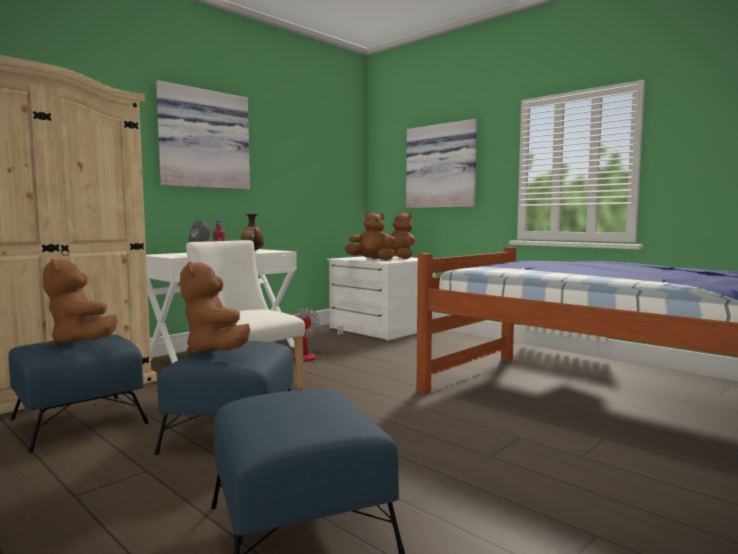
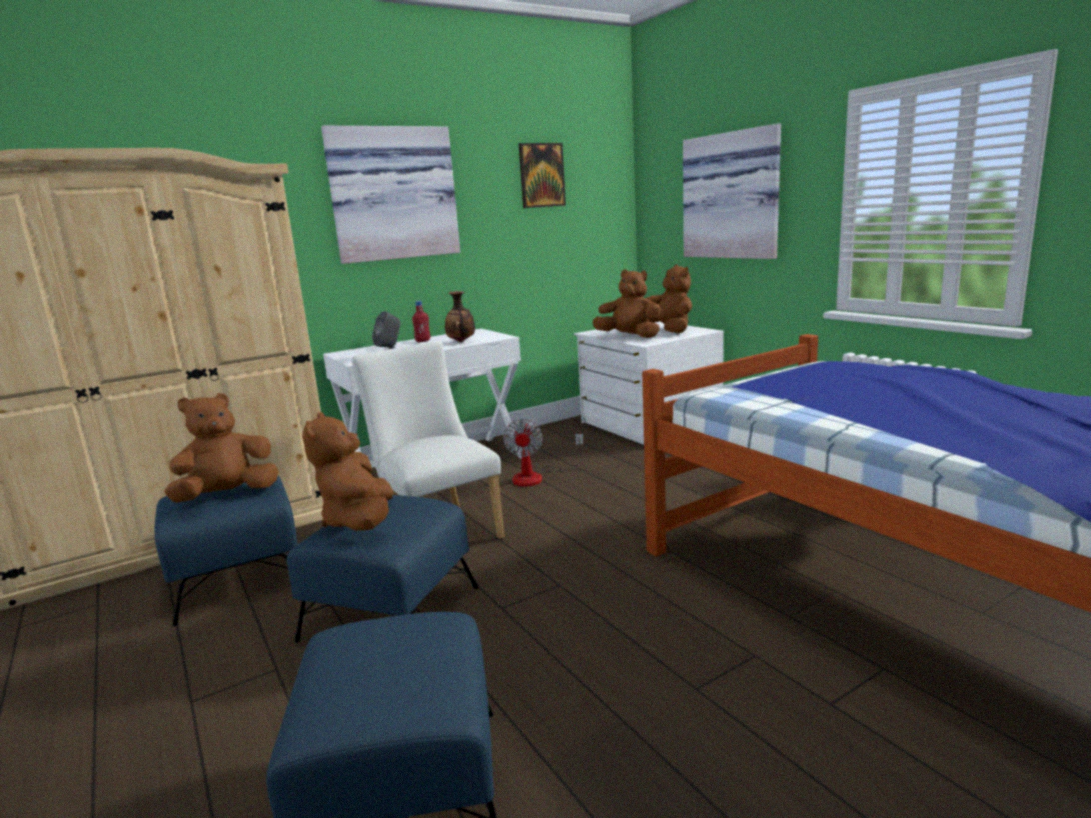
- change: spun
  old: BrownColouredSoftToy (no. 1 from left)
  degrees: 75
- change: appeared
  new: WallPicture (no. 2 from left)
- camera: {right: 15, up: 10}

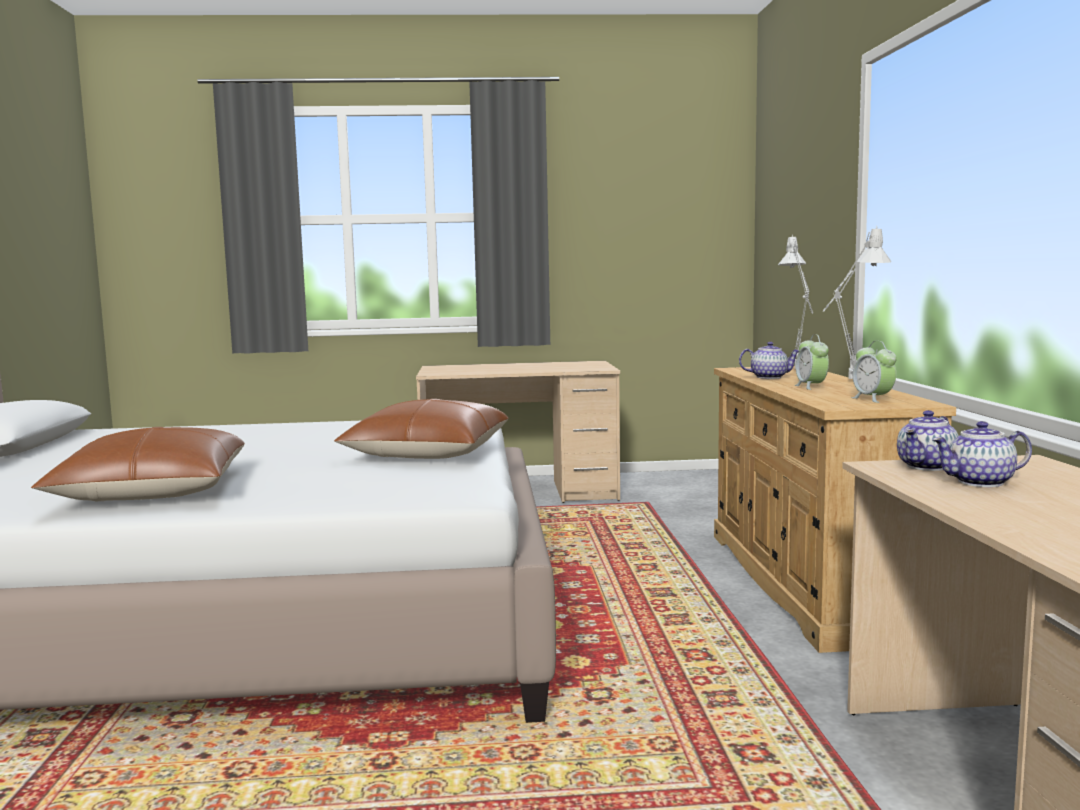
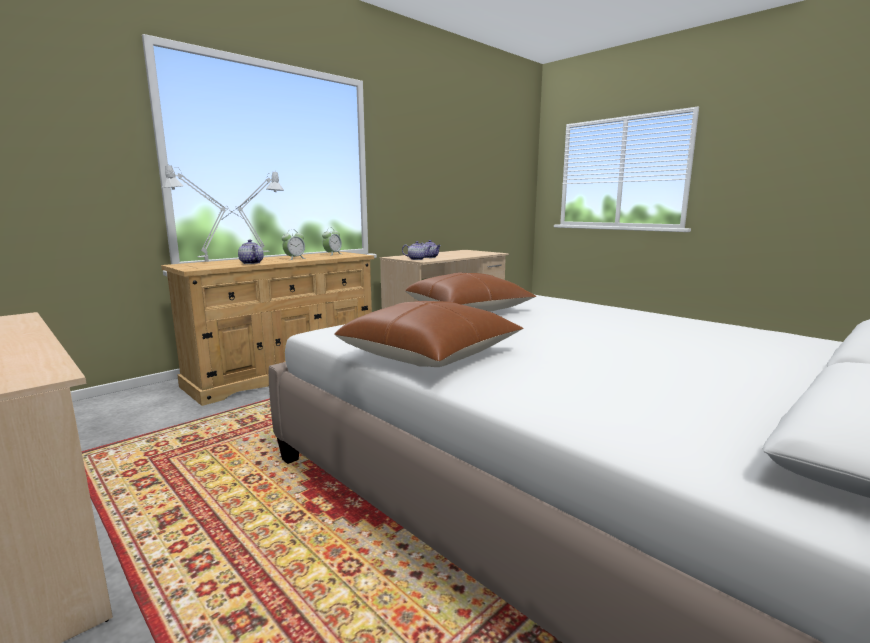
- change: relocated
  old: BrownColouredPillow (no. 1 from left)
- camera: {right: -130, up: 5}

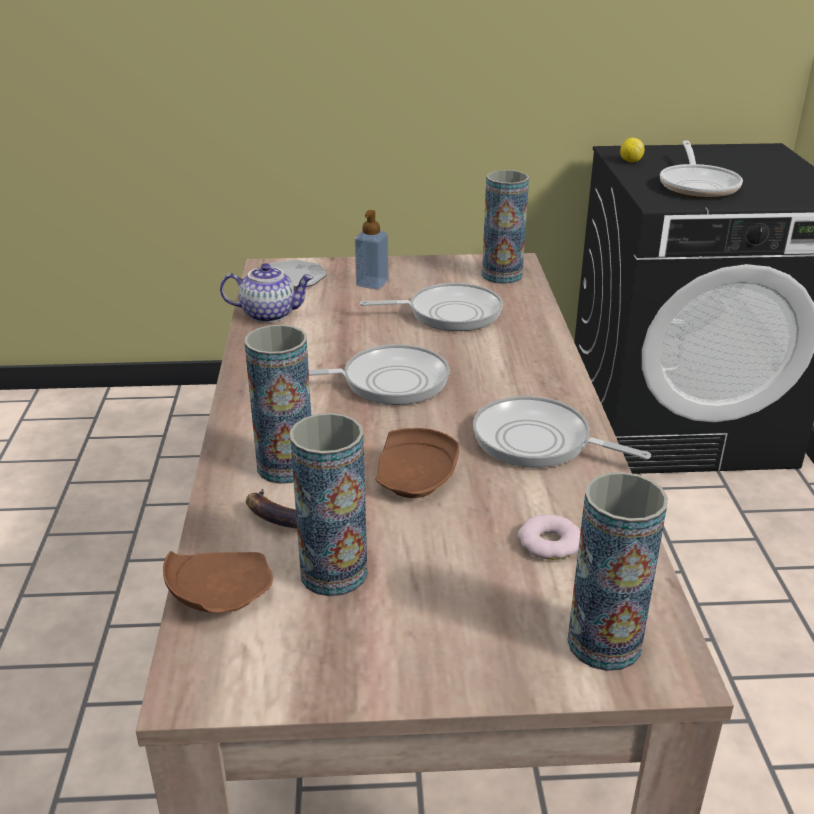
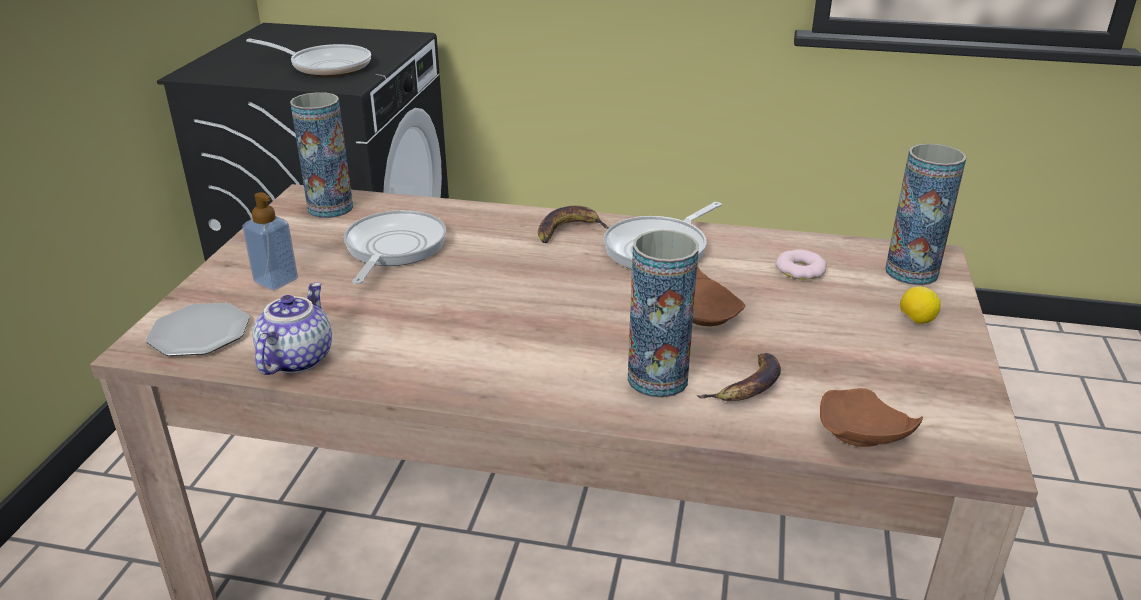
- change: relocated
  old: CitrusFruit
- change: missing
  old: Skillet (no. 1 from left)
- change: missing
  old: Vase (no. 2 from left)
- change: appeared
  new: WholeBanana (no. 1 from left)
- camera: {right: -75, up: 0}

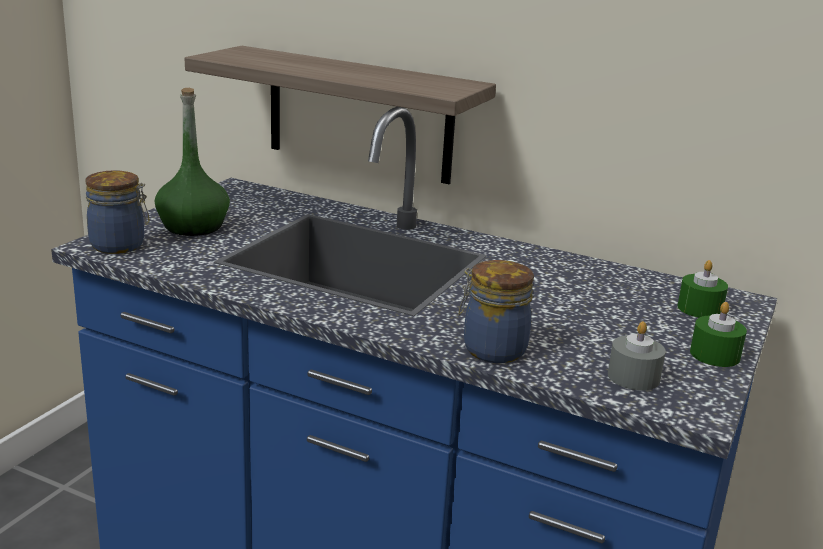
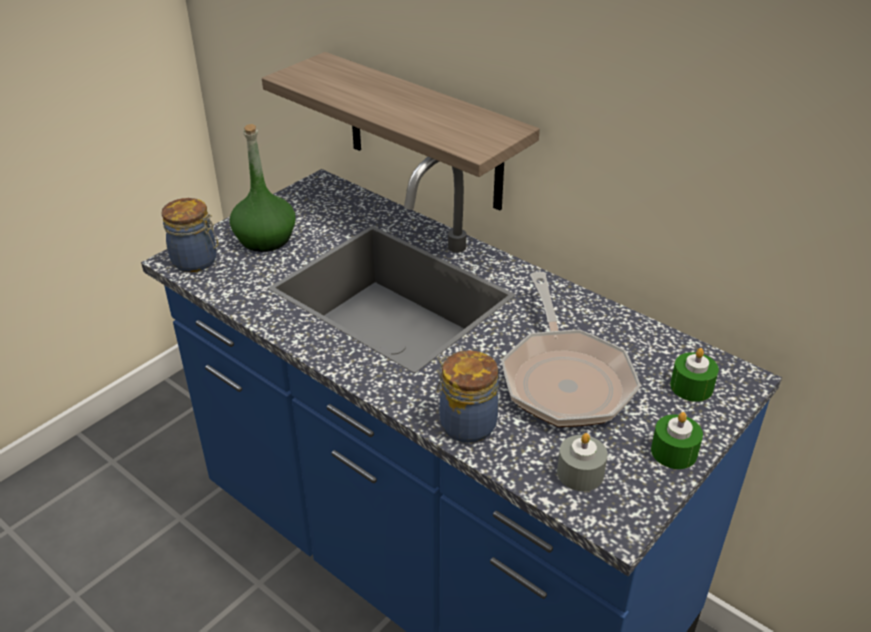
- change: appeared
  new: Skillet
- camera: {right: 15, up: 15}

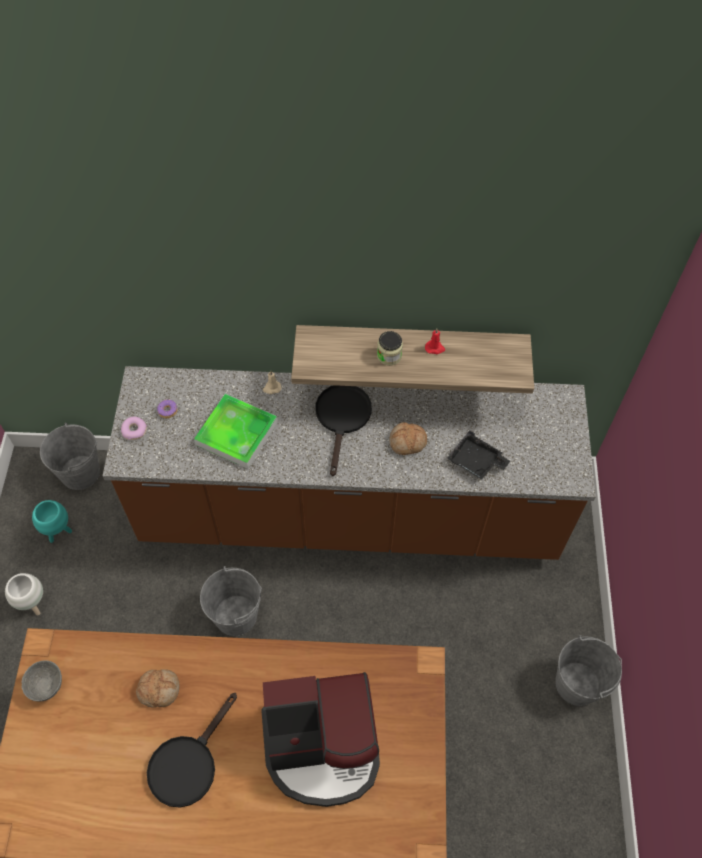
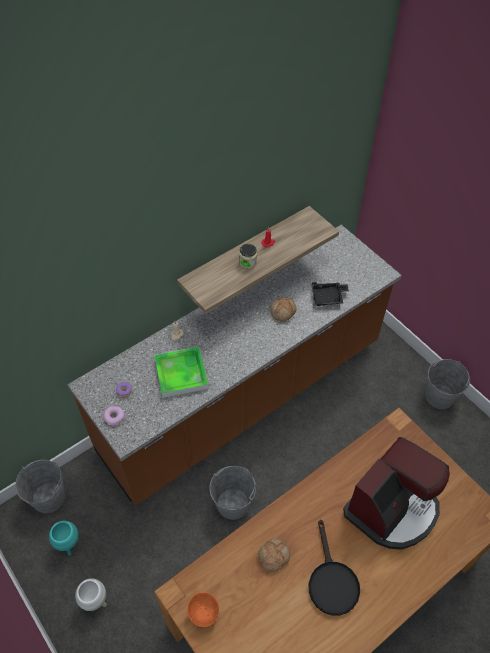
- change: missing
  old: BlackishSkillet (no. 2 from left)
- change: colour
  old: GreyServingBowl
  new: OrangeServingBowl
- camera: {right: -40, up: -5}

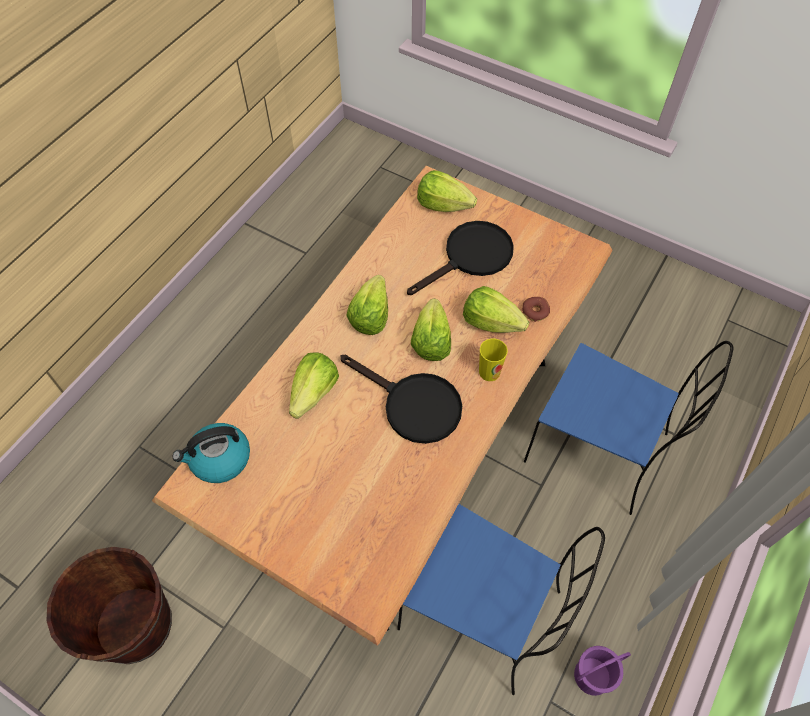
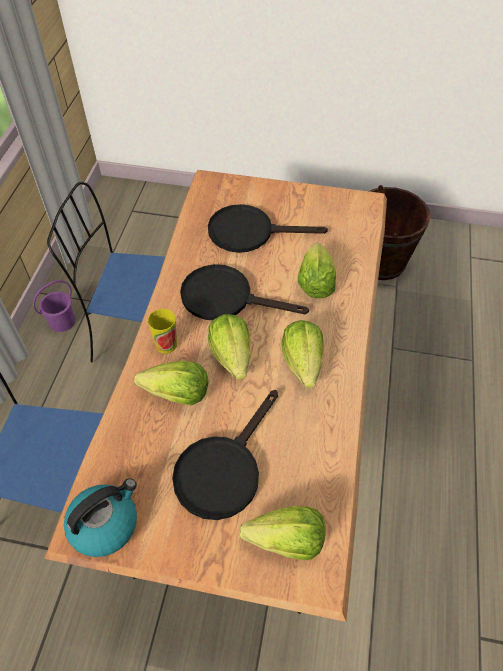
- change: missing
  old: RingDoughnut
- change: relocated
  old: WaterKettle
- change: appeared
  new: BlackishSkillet (no. 3 from left)
- camera: {right: 160, up: -5}

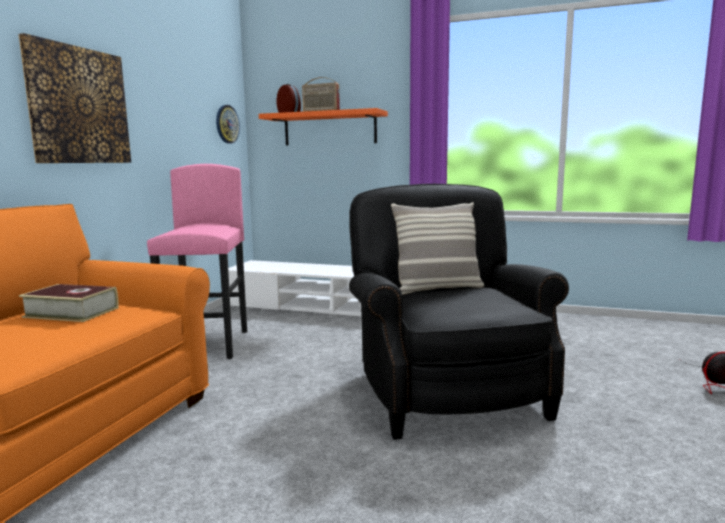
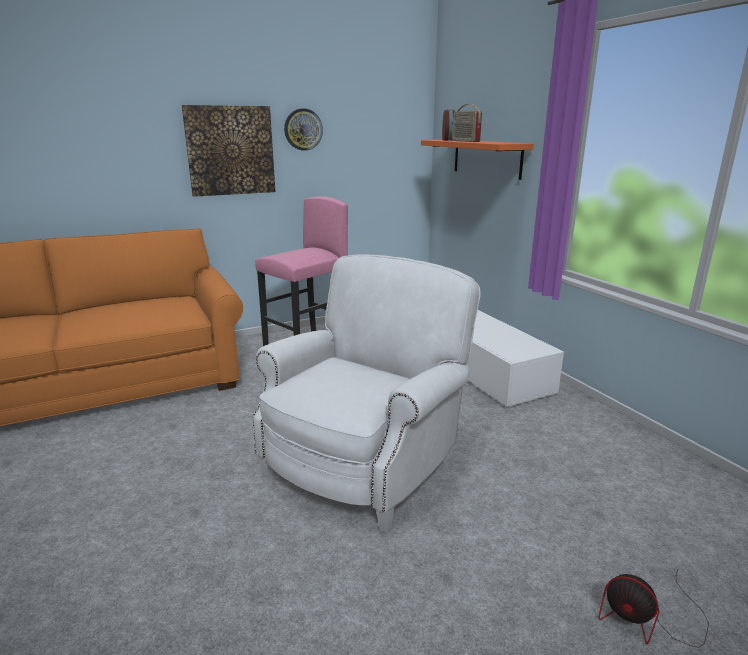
- change: relocated
  old: HangingClock
- change: colour
  old: BlackishEasyChair
  new: WhiteEasyChair
- change: missing
  old: Pillow
- change: missing
  old: Volume
- camera: {right: 45, up: 10}

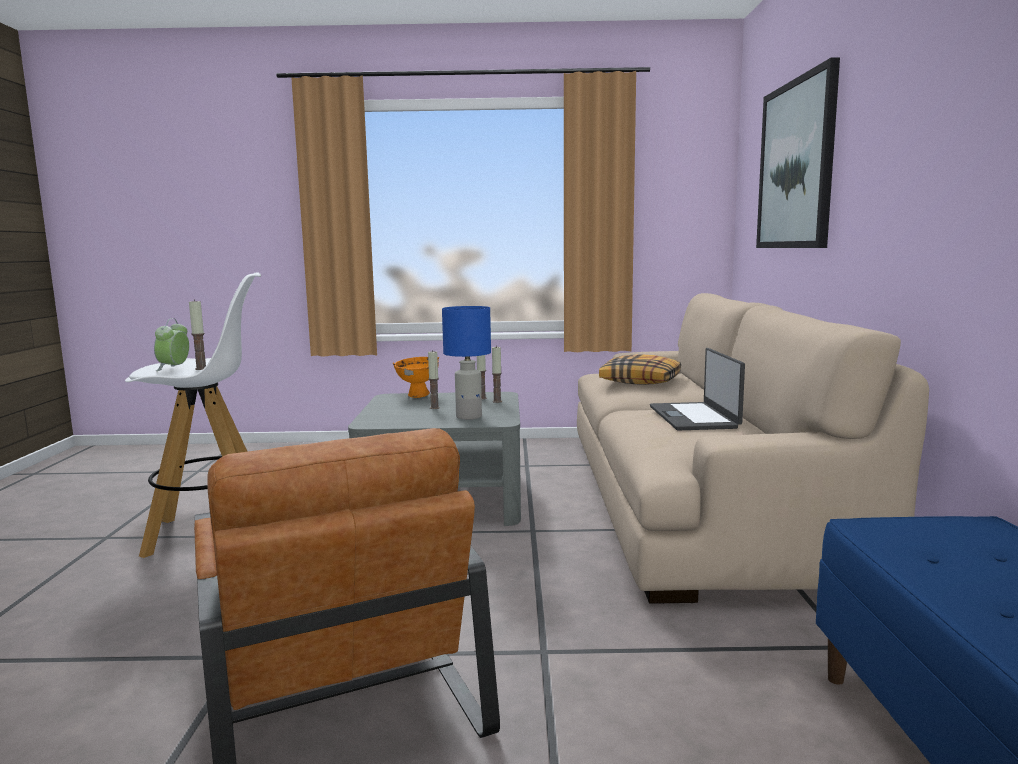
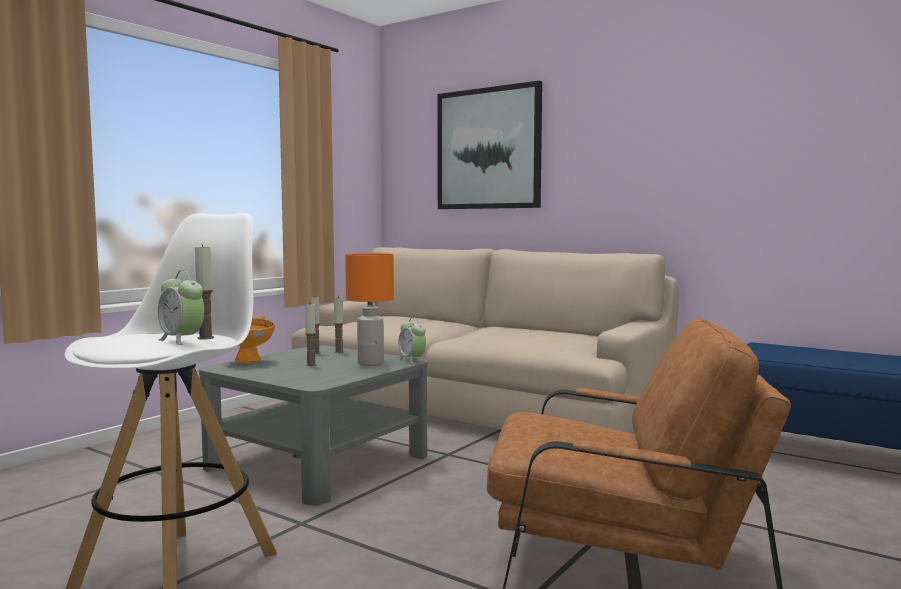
- change: colour
  old: BlueColouredLampForATable
  new: OrangeLampForATable
- change: missing
  old: NotebookComputer
- change: missing
  old: Pillow
- change: appeared
  new: TableClock (no. 2 from left)
- camera: {right: -55, up: -5}

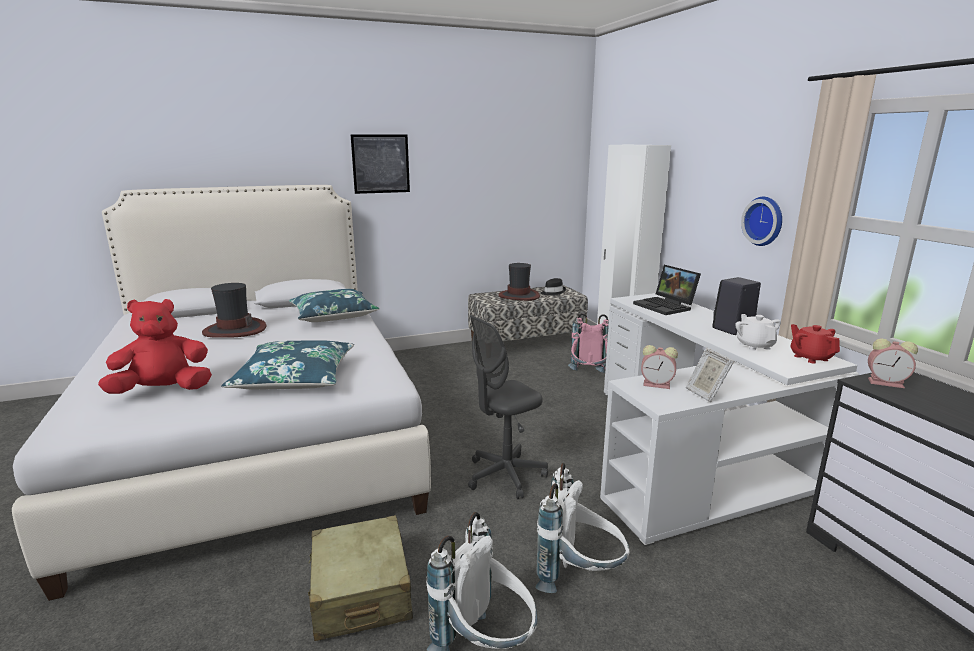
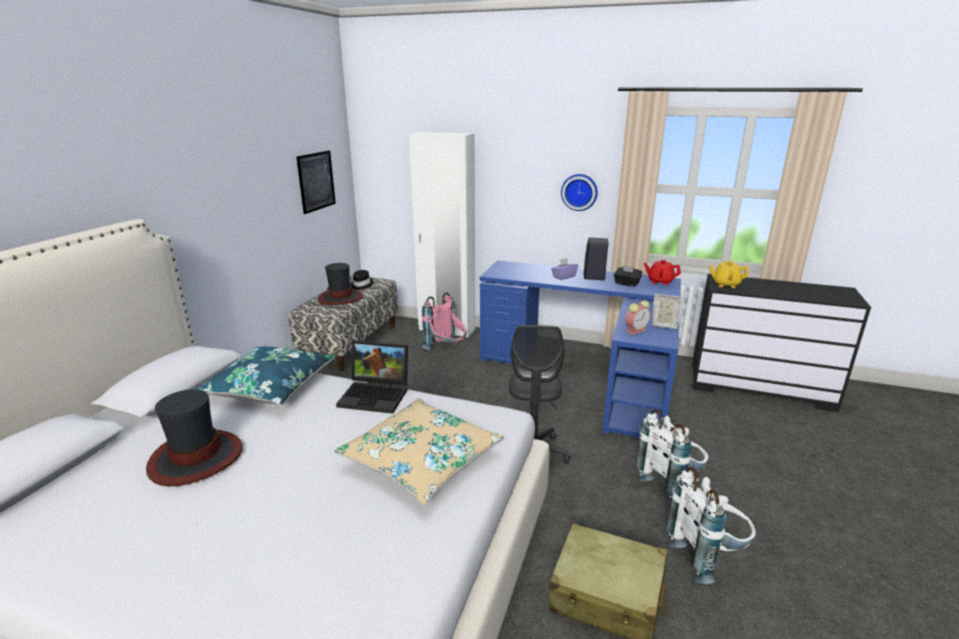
- change: relocated
  old: WallPicture
- change: relocated
  old: NotebookComputer
- change: colour
  old: WhiteDeskUnit
  new: BlueColouredDeskUnit
- change: missing
  old: RedSoftToy
- change: exchanged
  old: WhitePotForTea
  new: BlackishTissueBox
- change: exchanged
  old: TableClock (no. 2 from left)
  new: YellowPotForTea
- change: colour
  old: BlueColouredPillow (no. 1 from left)
  new: BeigeColouredPillow
- change: appeared
  new: PurplishTissueBox
- camera: {right: -50, up: 5}

